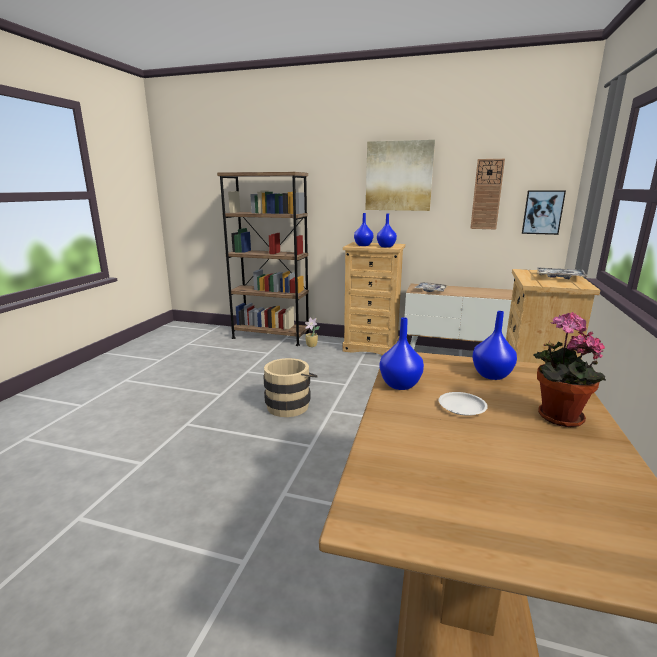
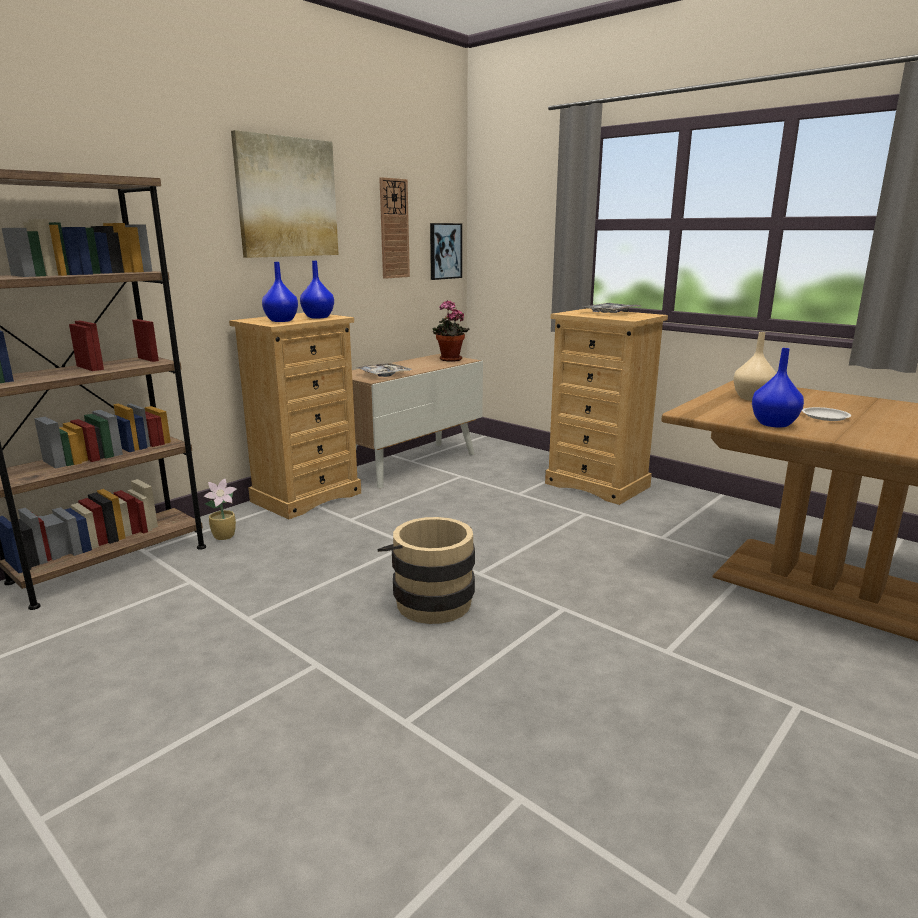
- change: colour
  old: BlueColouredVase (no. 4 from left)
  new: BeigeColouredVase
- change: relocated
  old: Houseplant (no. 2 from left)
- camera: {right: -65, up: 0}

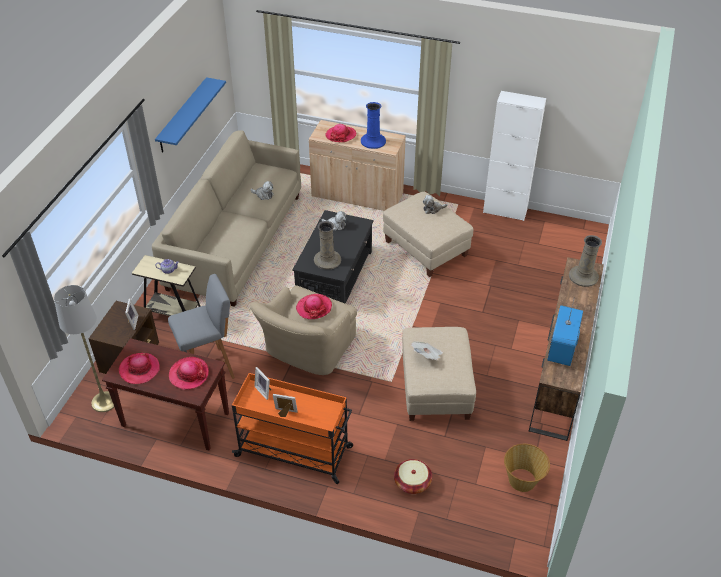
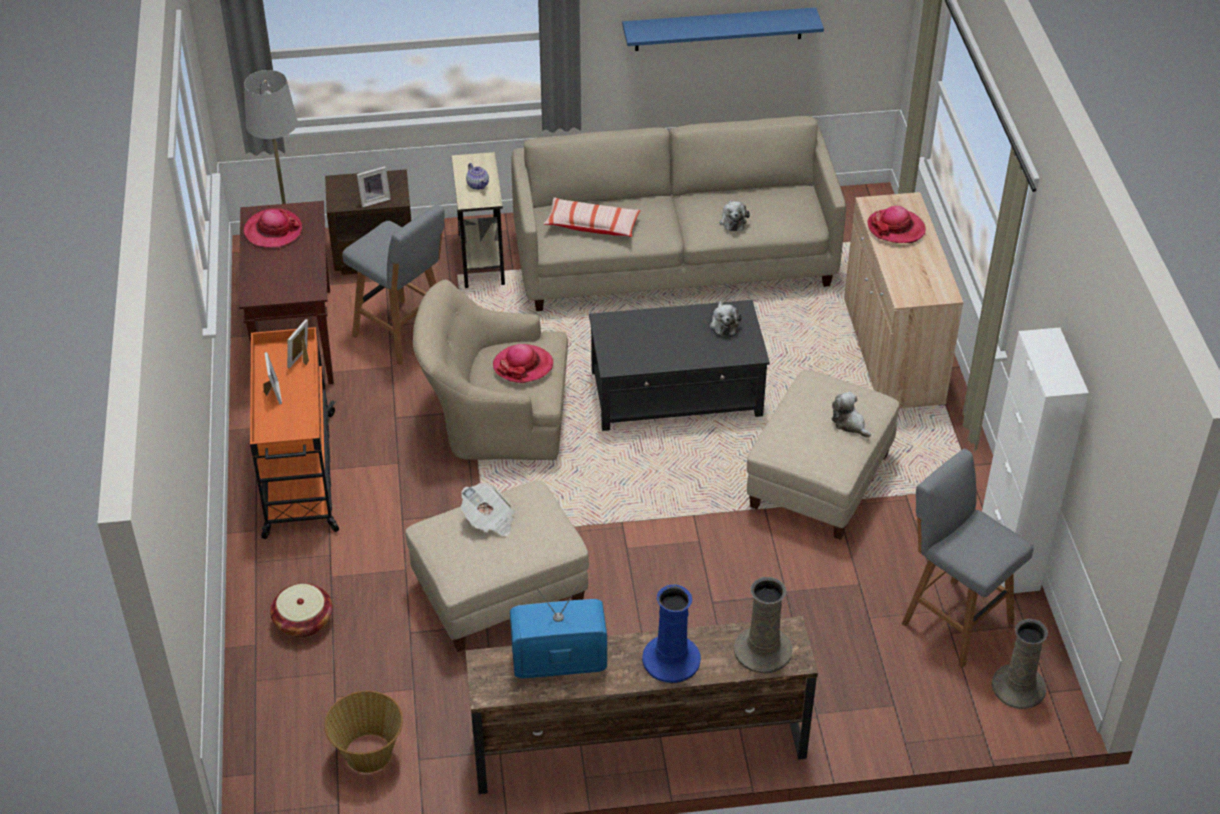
- change: relocated
  old: BlueColouredVase
- change: relocated
  old: BeigeColouredVase (no. 1 from left in the first image)
  new: BeigeColouredVase (no. 2 from left)
- change: missing
  old: WearableHat (no. 2 from left)
- change: appeared
  new: Pillow
- change: appeared
  new: GreyStoolSeat (no. 2 from left)
- camera: {right: 65, up: 0}

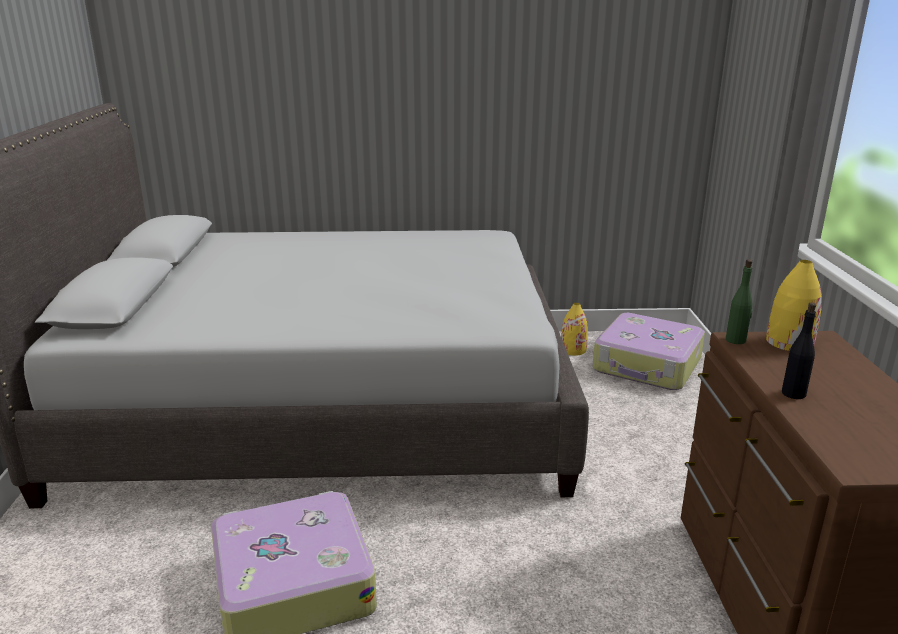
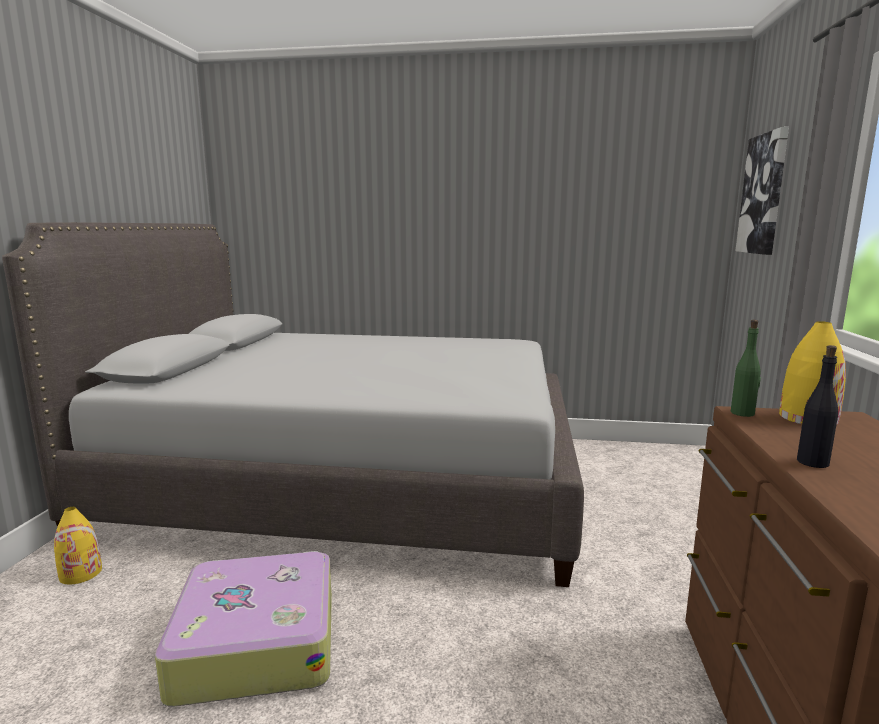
- change: relocated
  old: YellowVase (no. 1 from left)
- change: missing
  old: TravelCase (no. 2 from left)
- change: appeared
  new: WallPicture
- camera: {right: 10, up: -10}

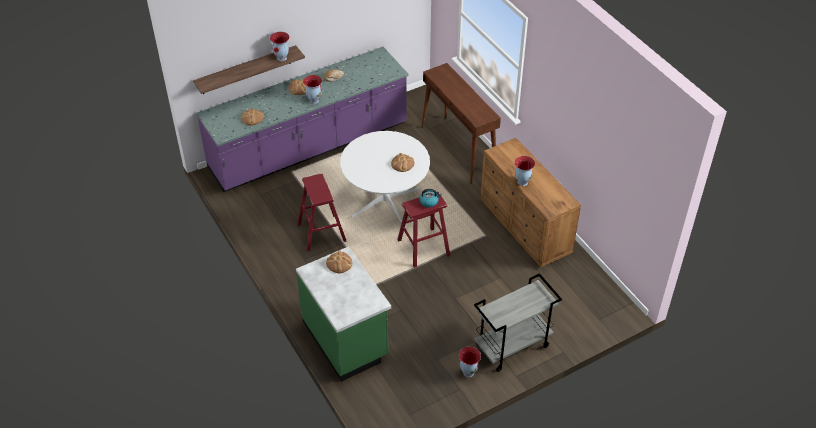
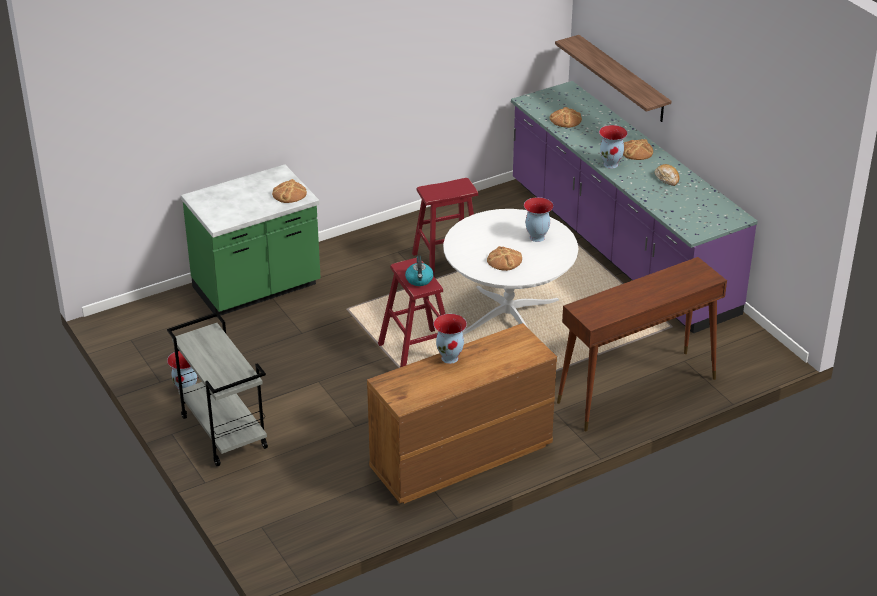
- change: relocated
  old: Vase (no. 1 from left in the first image)
  new: Vase (no. 3 from left)
- camera: {right: 90, up: -10}

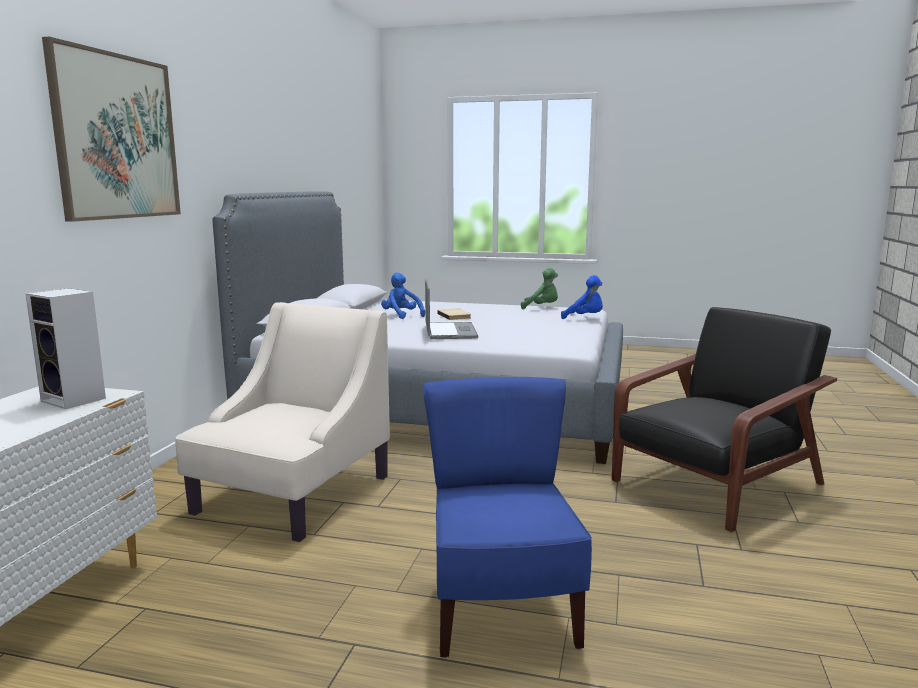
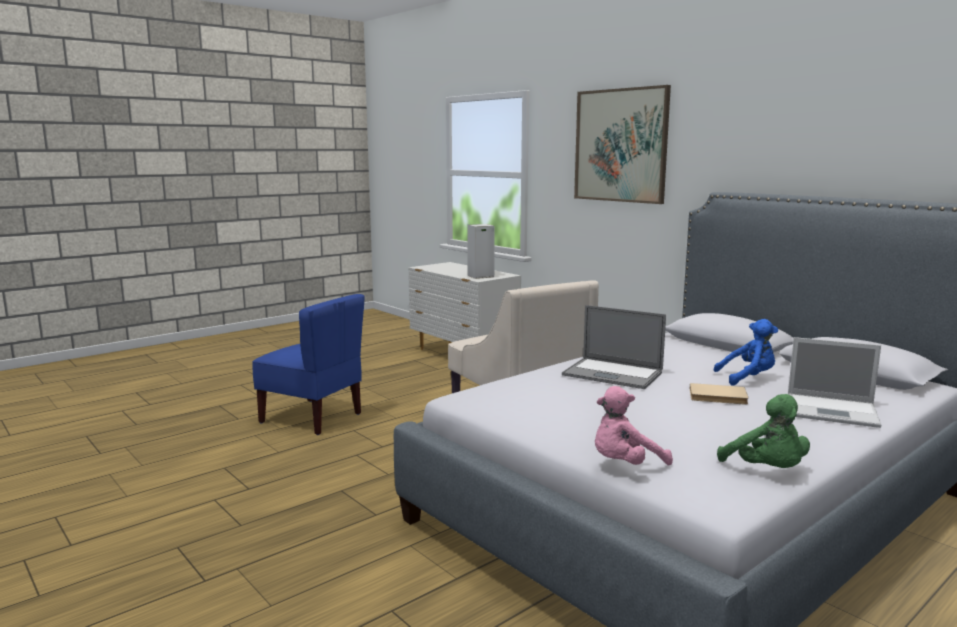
- change: spun
  old: GreenishSoftToy
  degrees: -75
- change: colour
  old: BlueColouredSoftToy (no. 2 from left)
  new: PinkishSoftToy
- change: missing
  old: BlackishEasyChair
- change: appeared
  new: NotebookComputer (no. 2 from left)
- camera: {right: 125, up: 0}

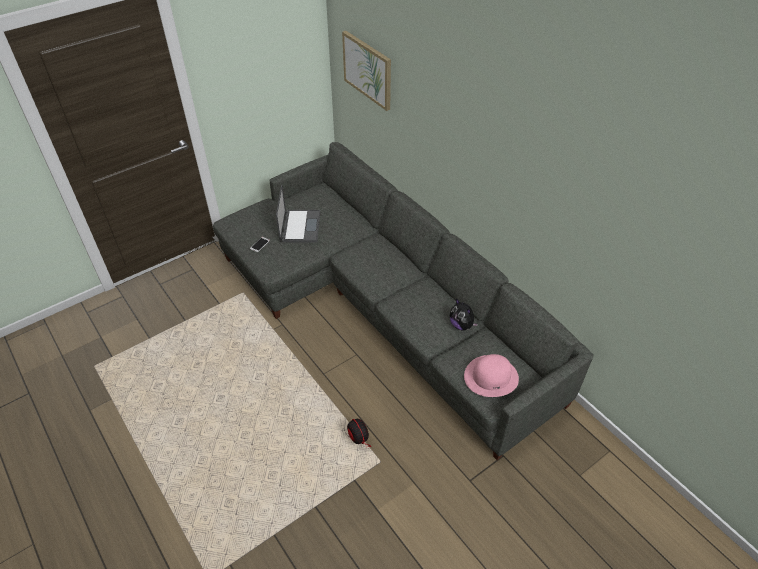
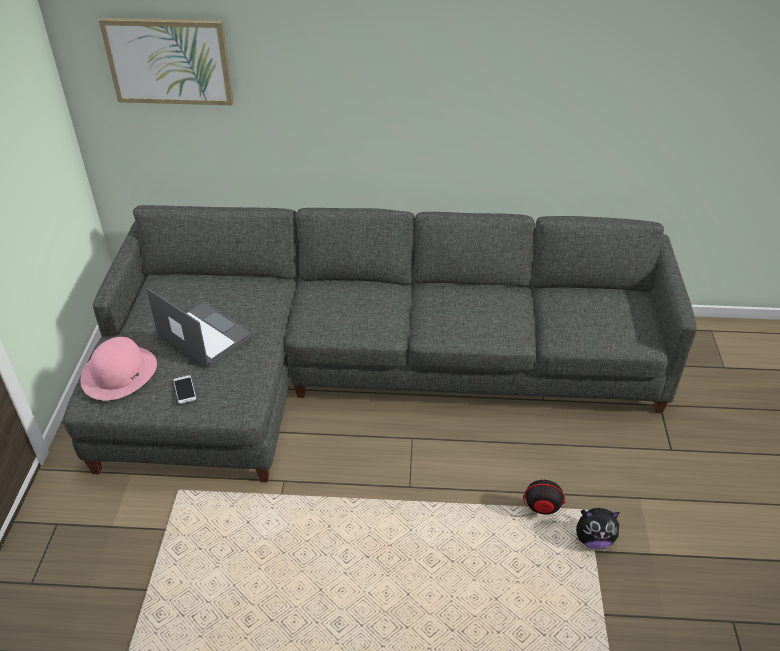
- change: relocated
  old: SoftToy
- change: relocated
  old: PinkishWearableHat
- camera: {right: -50, up: -5}

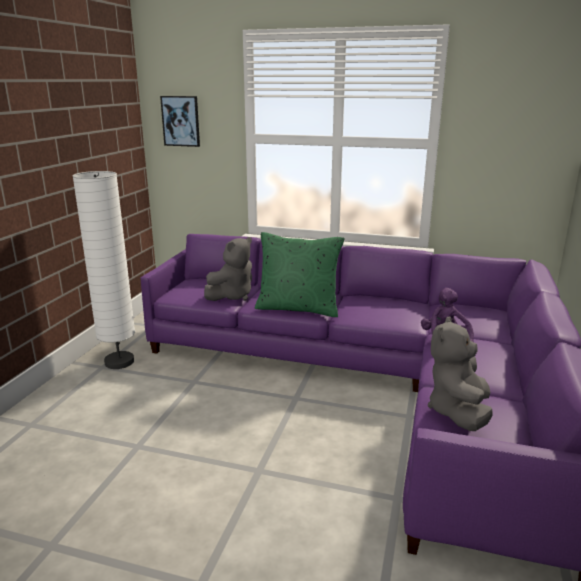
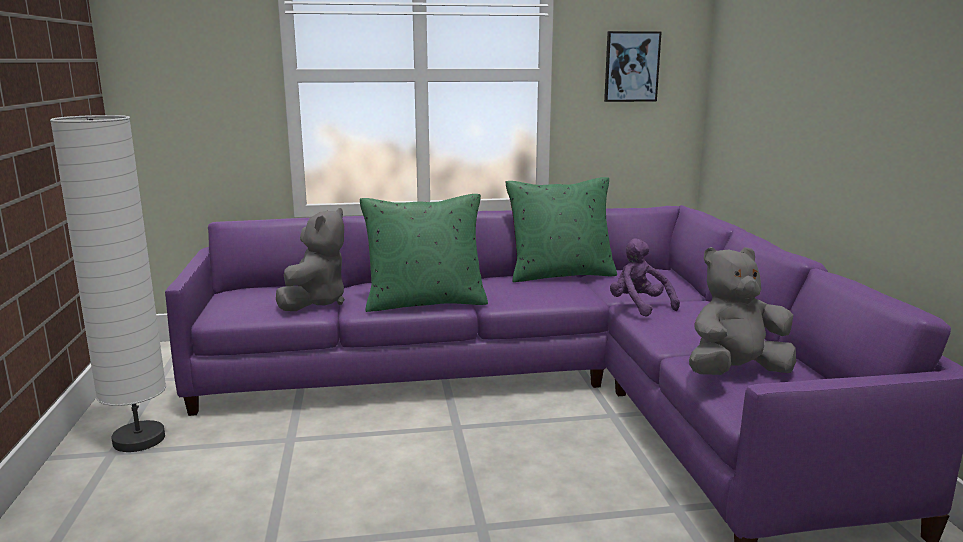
- change: relocated
  old: WallPicture
- change: spun
  old: GreySoftToy (no. 2 from left)
  degrees: 75
- change: appeared
  new: GreenishPillow (no. 2 from left)
- camera: {right: -25, up: -5}

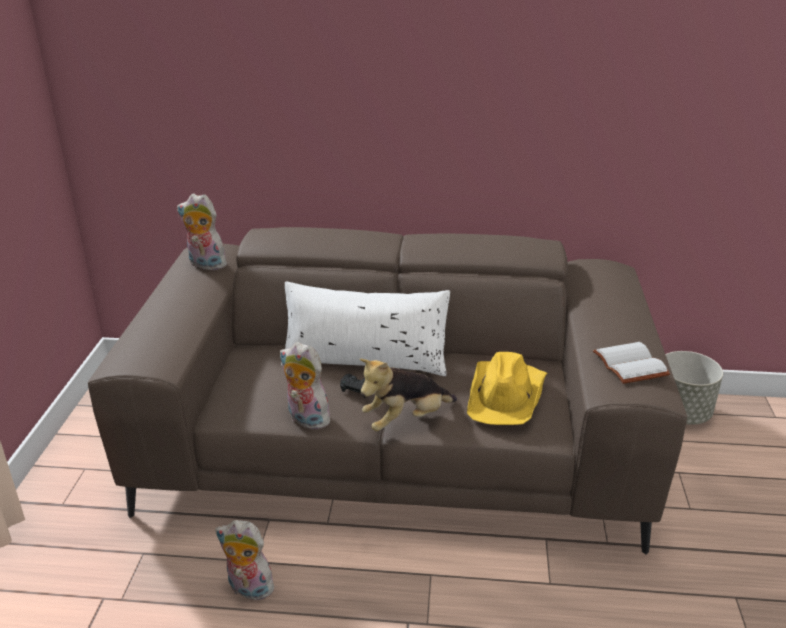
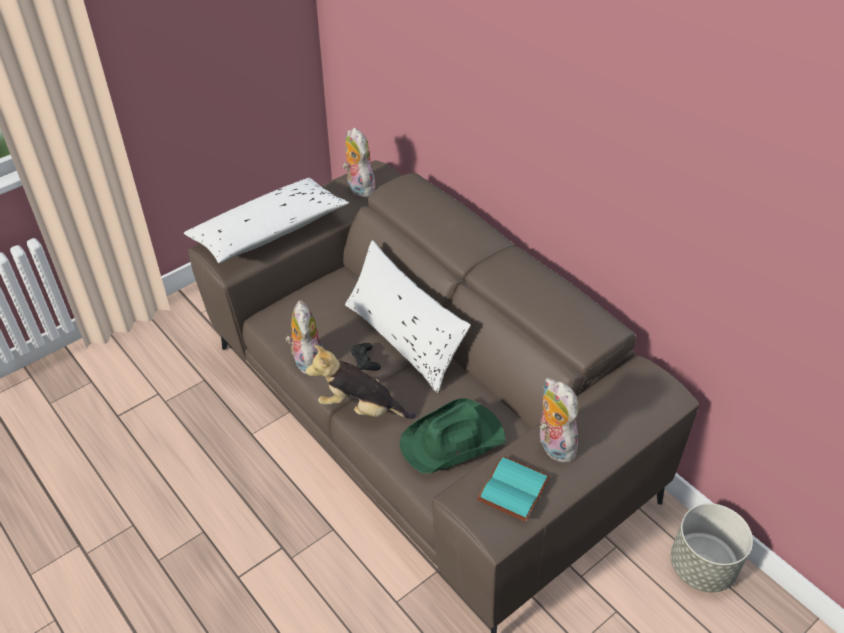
- change: colour
  old: WhiteVolume
  new: TurquoiseVolume
- change: colour
  old: YellowWearableHat
  new: GreenishWearableHat
- change: relocated
  old: SoftToy (no. 2 from left in the first image)
  new: SoftToy (no. 4 from left)
- change: appeared
  new: WhitePillow (no. 1 from left)
- camera: {right: 45, up: 15}

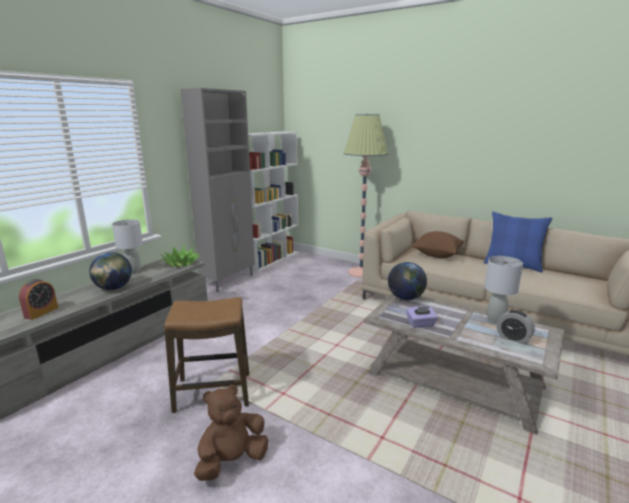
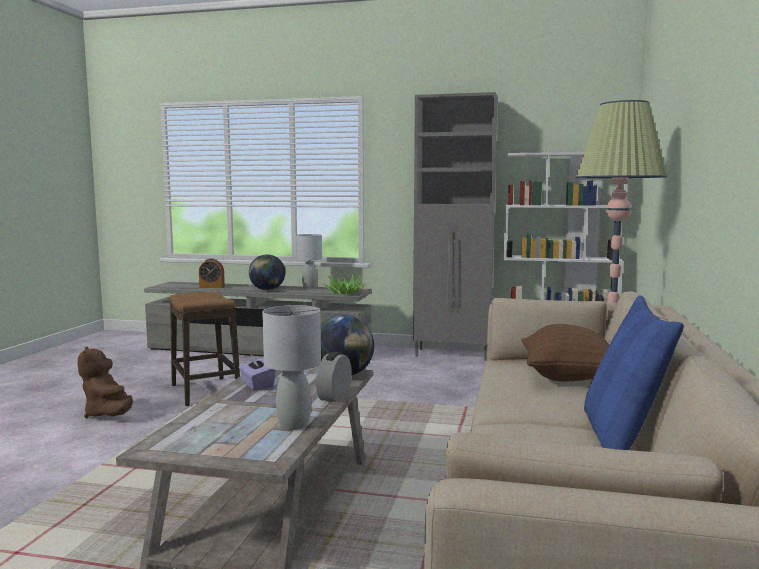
- change: relocated
  old: TableClock (no. 2 from left)
- change: spun
  old: BrownColouredSoftToy
  degrees: -150
- camera: {right: 70, up: -10}

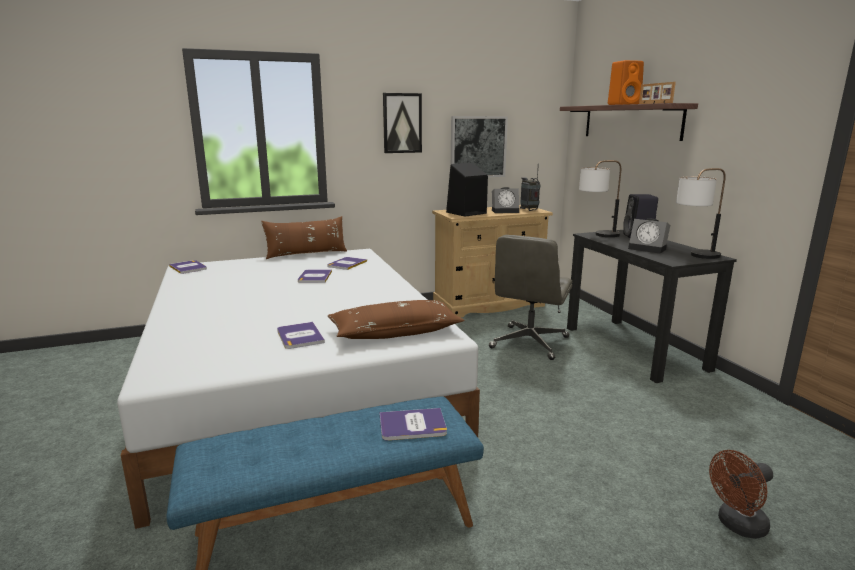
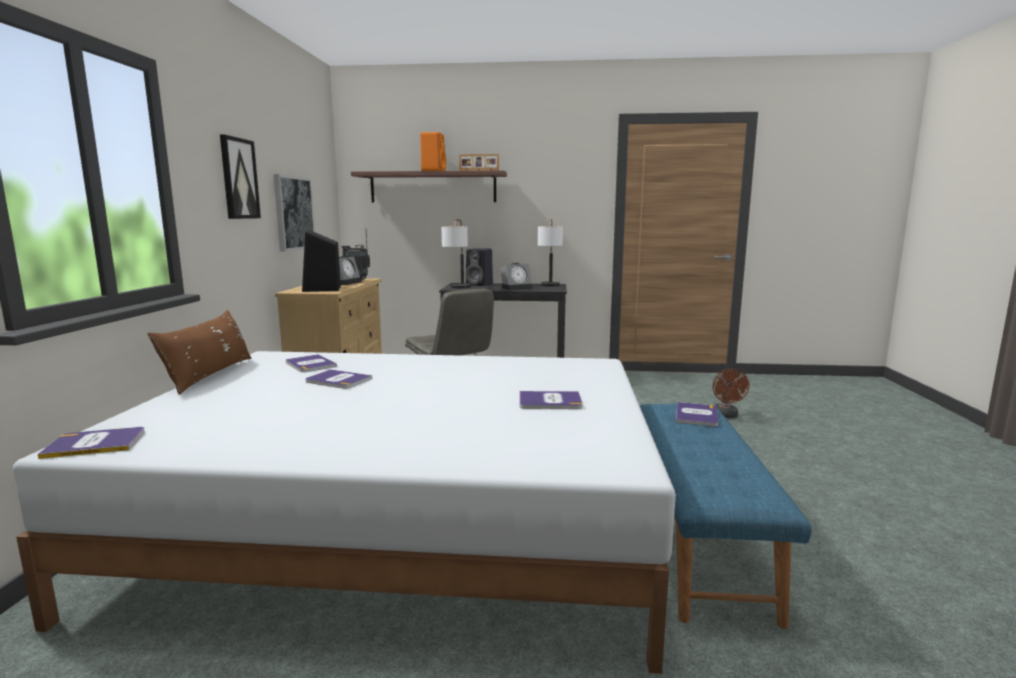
- change: missing
  old: BrownColouredPillow (no. 2 from left)
- camera: {right: -65, up: -5}

